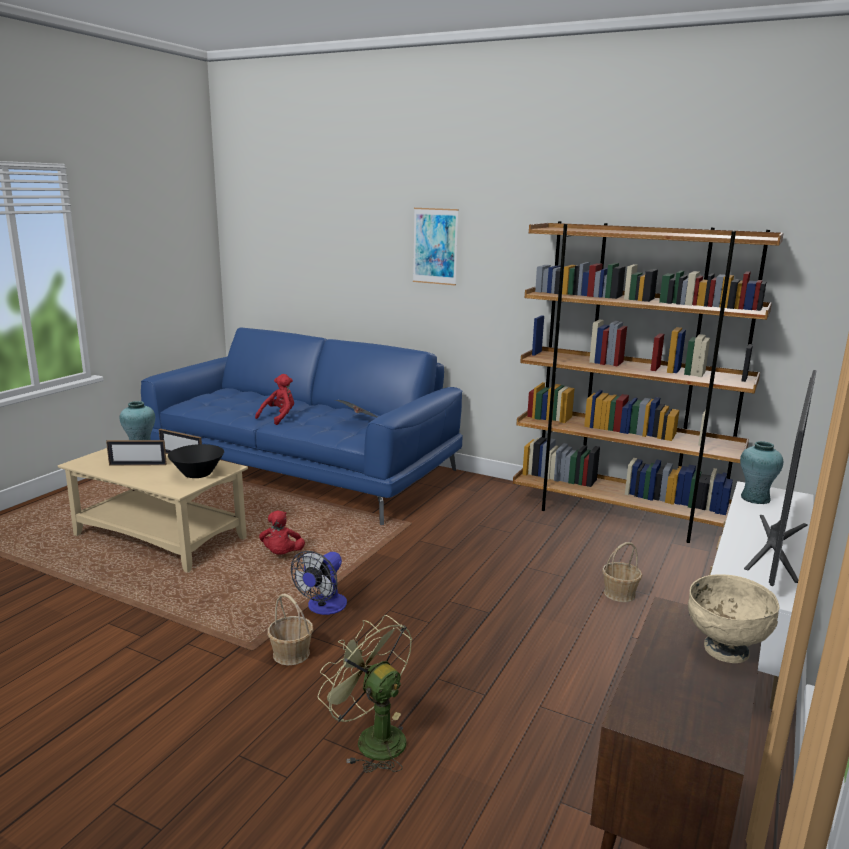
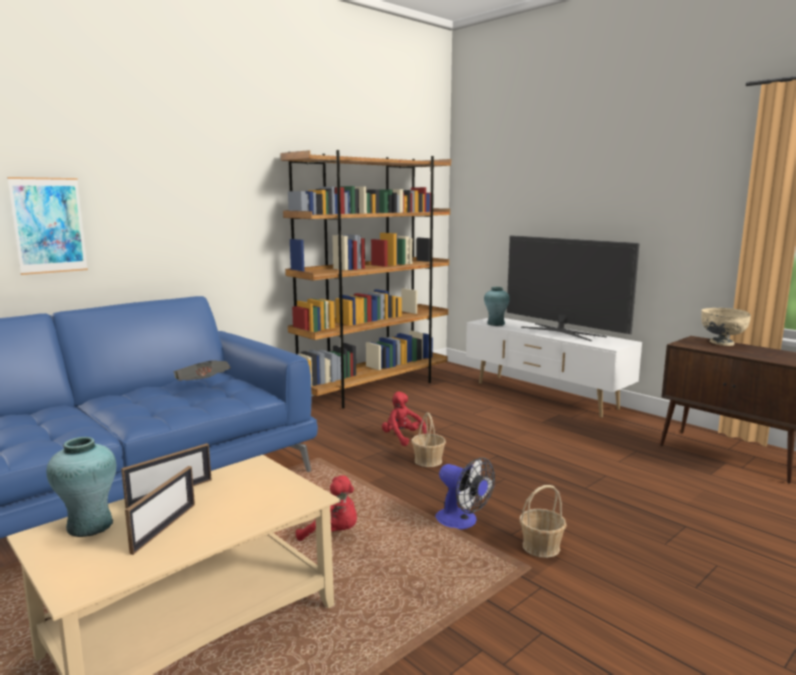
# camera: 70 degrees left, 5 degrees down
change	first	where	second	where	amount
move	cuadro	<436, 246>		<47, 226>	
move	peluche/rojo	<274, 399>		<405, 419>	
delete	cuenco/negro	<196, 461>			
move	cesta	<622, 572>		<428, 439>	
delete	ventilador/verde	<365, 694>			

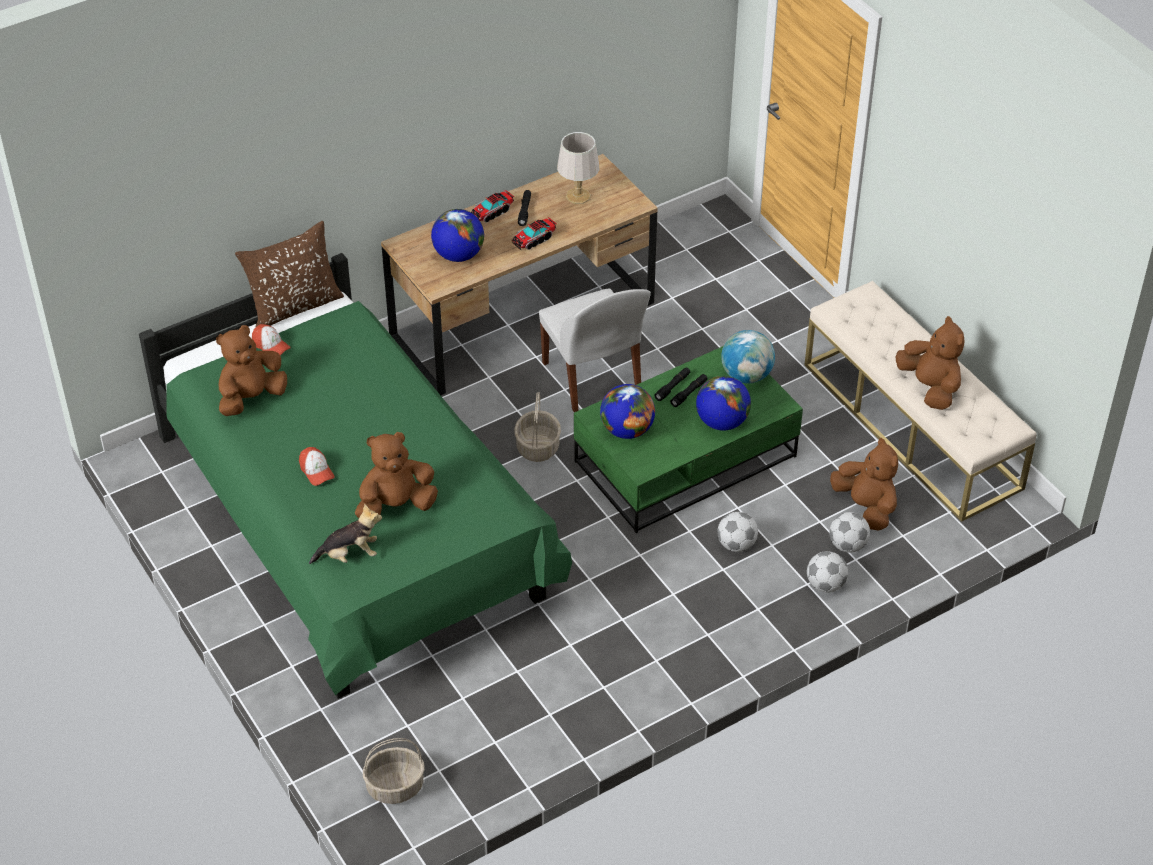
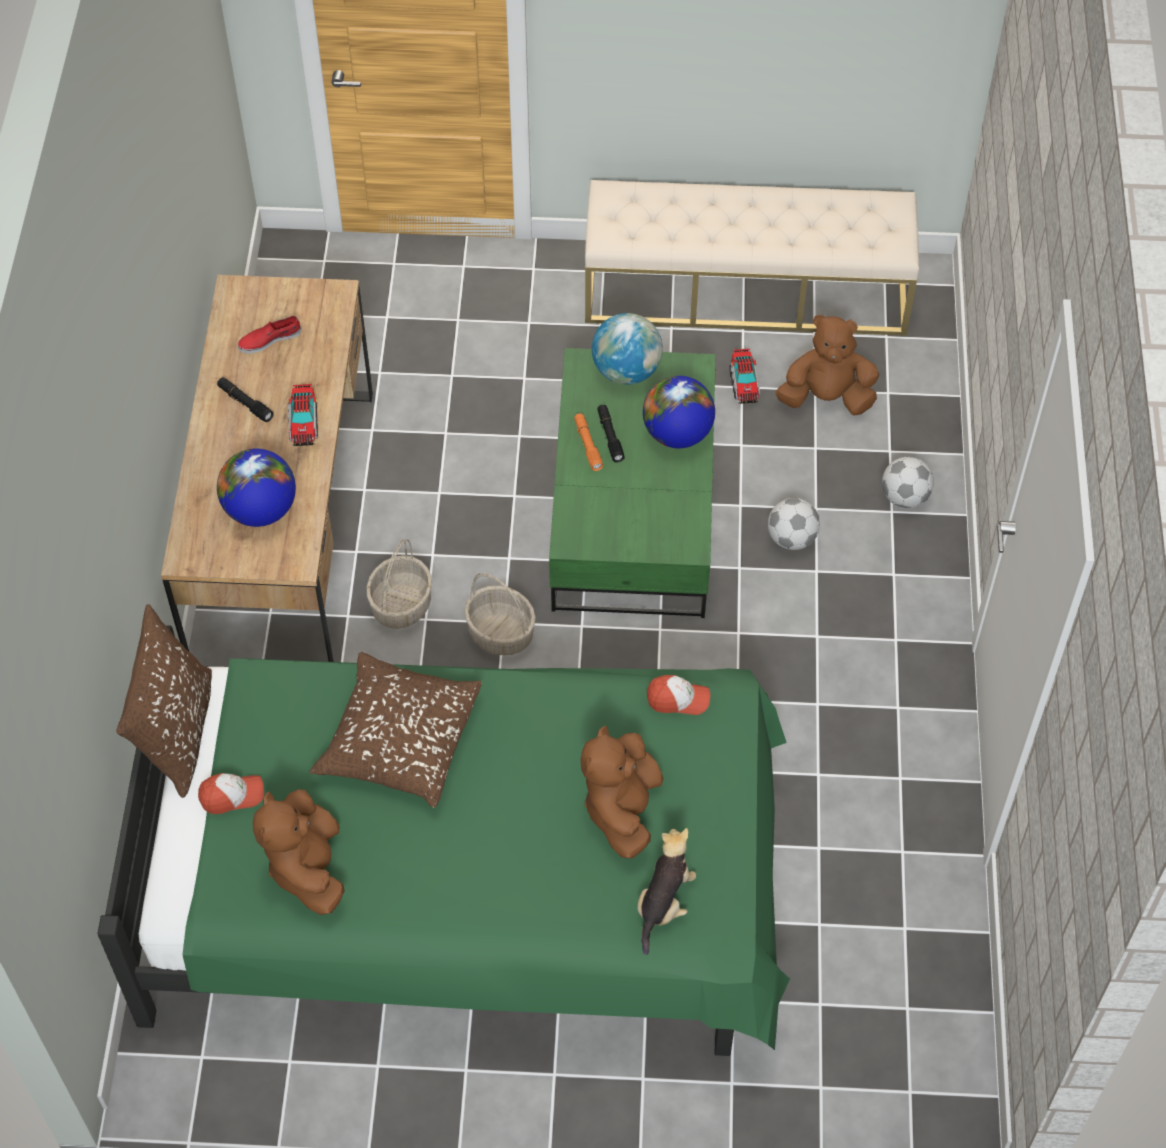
# camera: 55 degrees left, 10 degrees up
change	first	where	second	where	amount
replace	lámpara de mesa/gris	<578, 168>	zapato/rojo	<269, 334>	
move	camión de juguete	<492, 206>		<745, 376>	
delete	silla/blanco	<595, 350>			
delete	peluche/marrón	<930, 363>			
recolor	linterna/negro	<672, 384>	linterna/naranja	<588, 442>	
delete	globo terráqueo	<627, 411>			
move	gorra	<317, 466>		<678, 695>	
delete	balón de fútbol	<849, 532>			
move	cesta	<394, 771>		<399, 584>	
insert			cojín/marrón	<395, 730>	

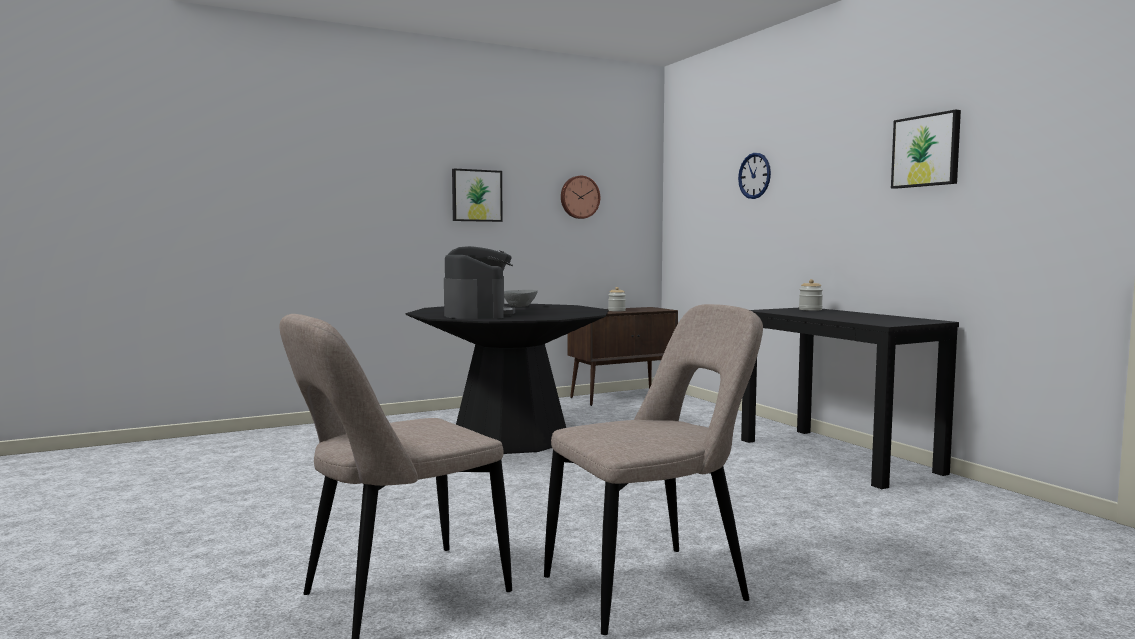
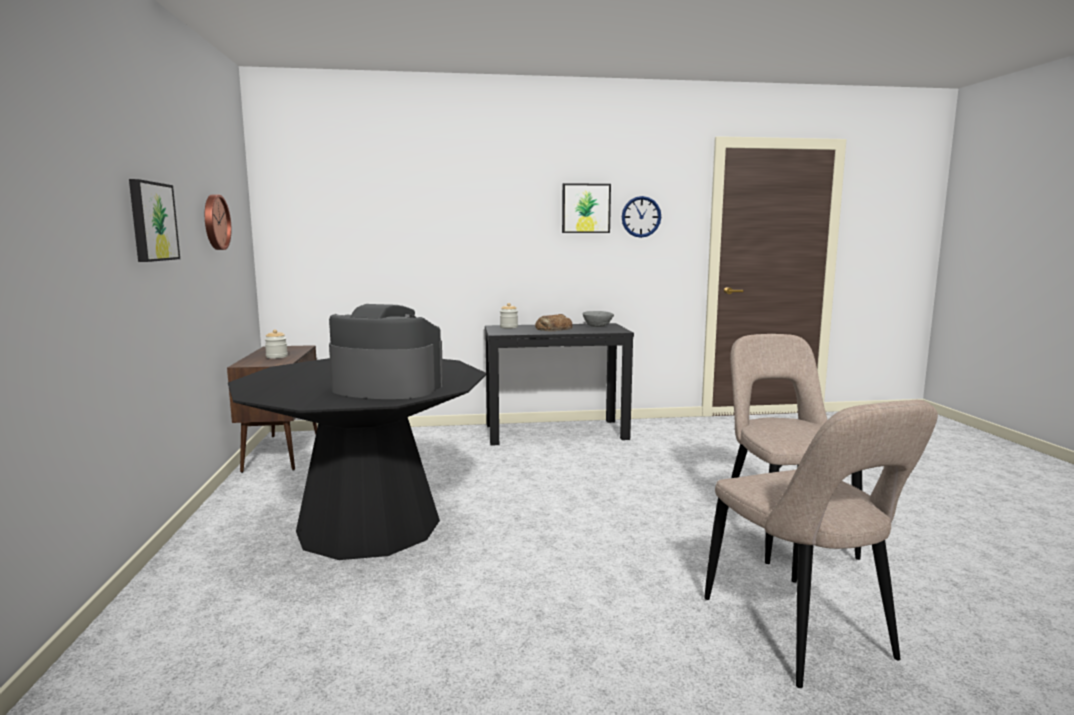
# camera: 70 degrees left, 5 degrees up
change	first	where	second	where	amount
move	reloj de pared	<754, 176>		<641, 217>	
move	cuenco/gris	<521, 298>		<598, 319>	
insert			pan	<553, 322>	

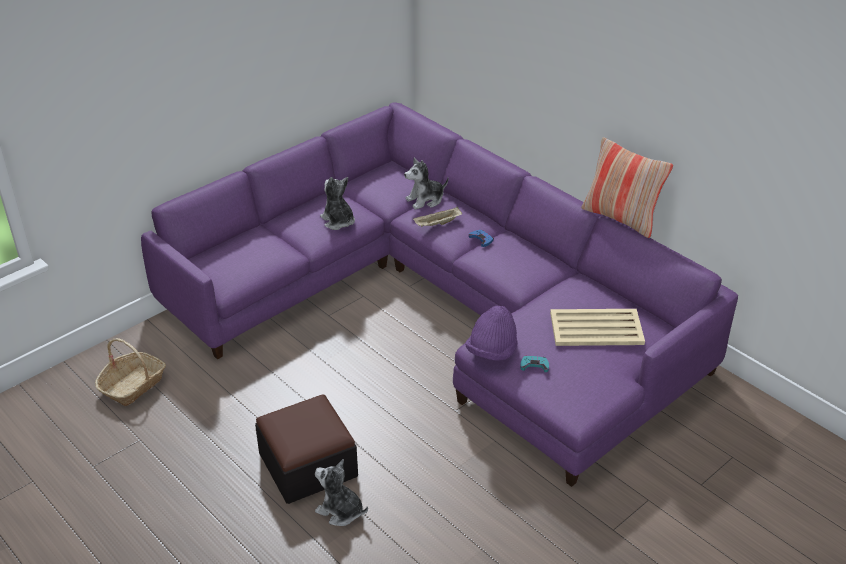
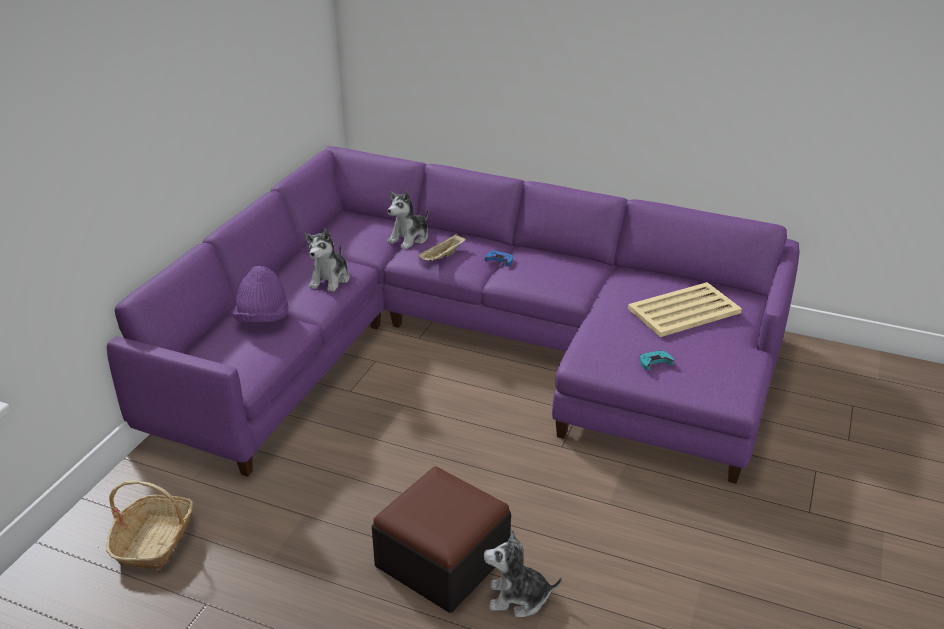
# camera: 25 degrees left, 5 degrees down
change	first	where	second	where	amount
delete	cojín	<627, 187>			
rotate	peluche	<337, 203>		<327, 260>	105 degrees counterclockwise
move	sombrero/morado	<491, 333>		<260, 294>	

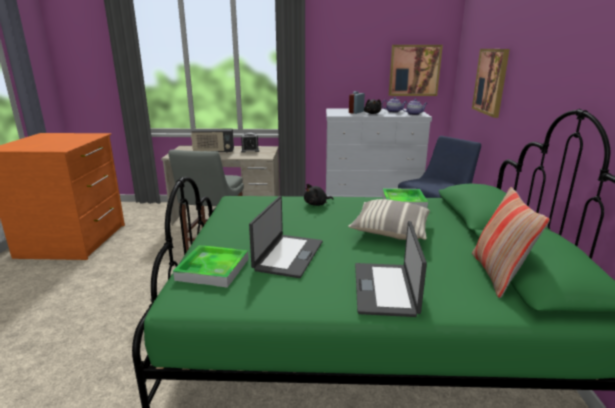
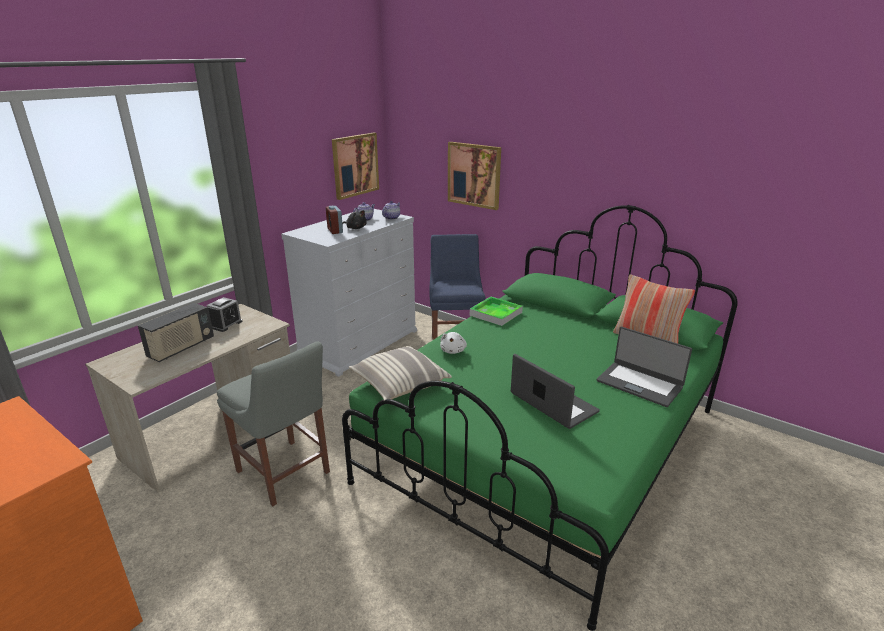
# camera: 55 degrees left, 5 degrees up
change	first	where	second	where	amount
recolor	peluche/negro	<318, 195>	peluche/blanco	<453, 343>	
move	cojín	<389, 219>		<400, 373>	
delete	bandeja	<211, 266>			

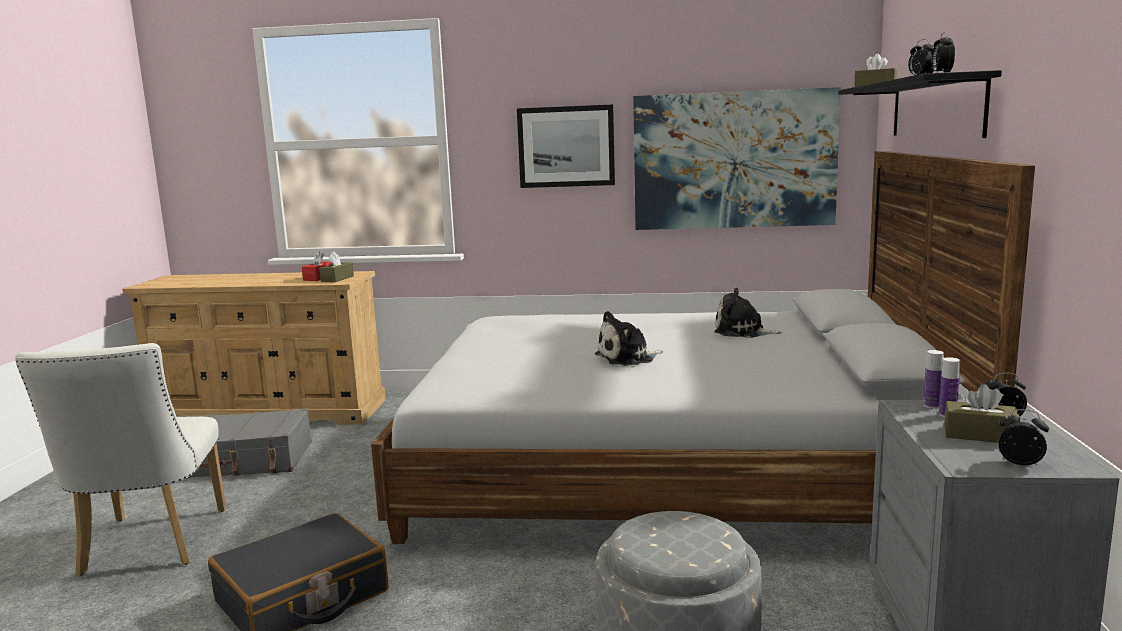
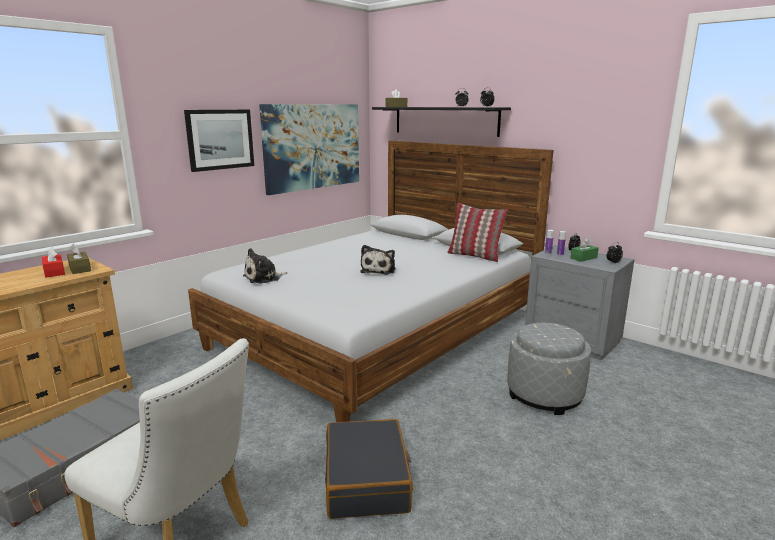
# camera: 55 degrees left, 5 degrees up
change	first	where	second	where	amount
move	peluche	<748, 313>		<265, 266>	
recolor	caja de pañuelos/marrón	<982, 413>	caja de pañuelos/verde	<585, 250>	
insert			cojín	<477, 232>	

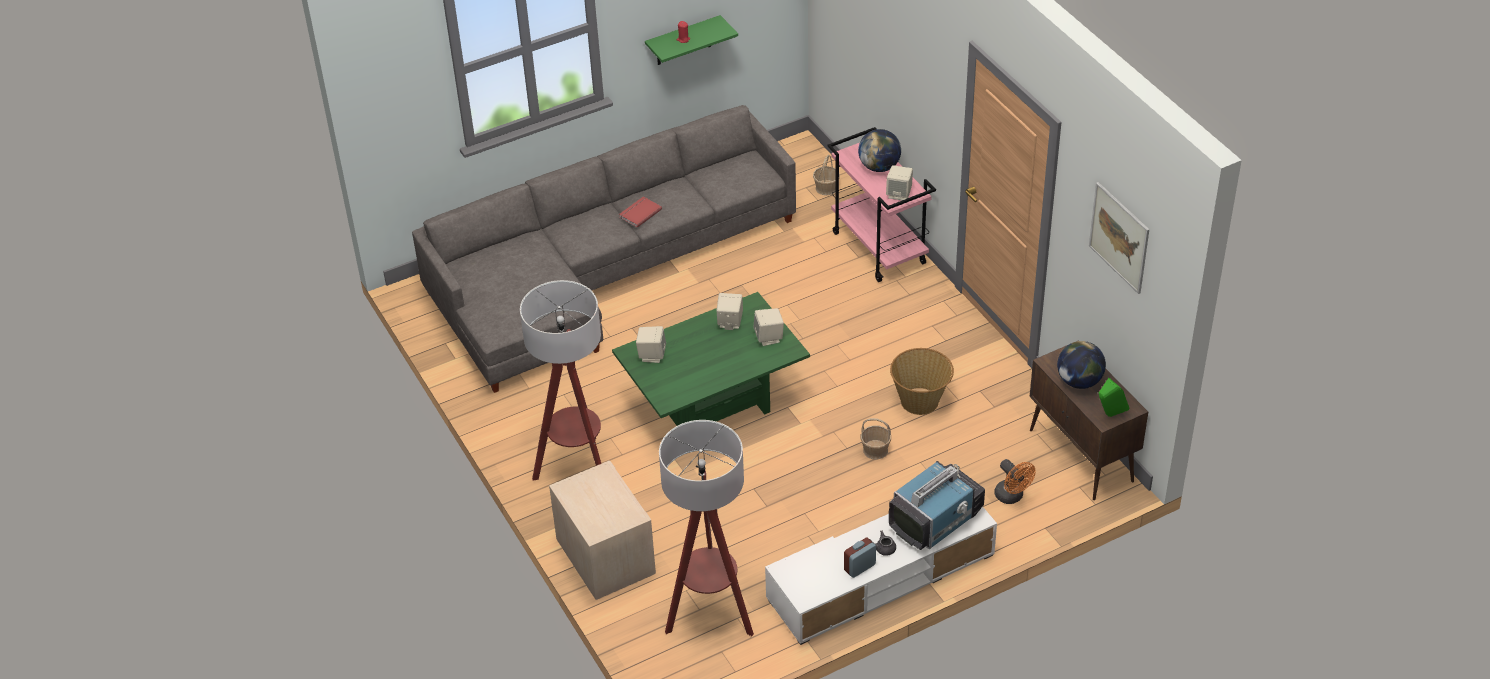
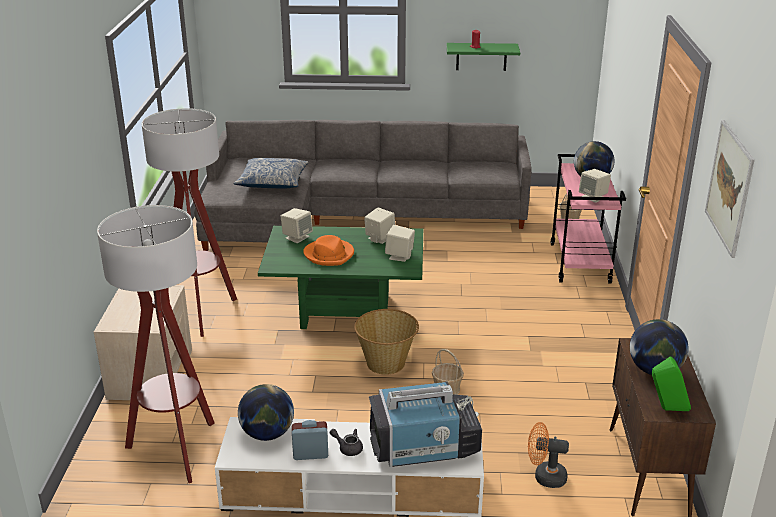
# camera: 30 degrees right, 15 degrees down
change	first	where	second	where	amount
delete	libro/rojo	<640, 212>			
move	cesta	<922, 381>		<386, 342>	
rotate	ventilador/naranja	<1015, 481>		<548, 455>	105 degrees clockwise
insert			cojín	<271, 173>	
insert			sombrero/naranja	<328, 250>	
insert			globo terráqueo	<266, 412>	

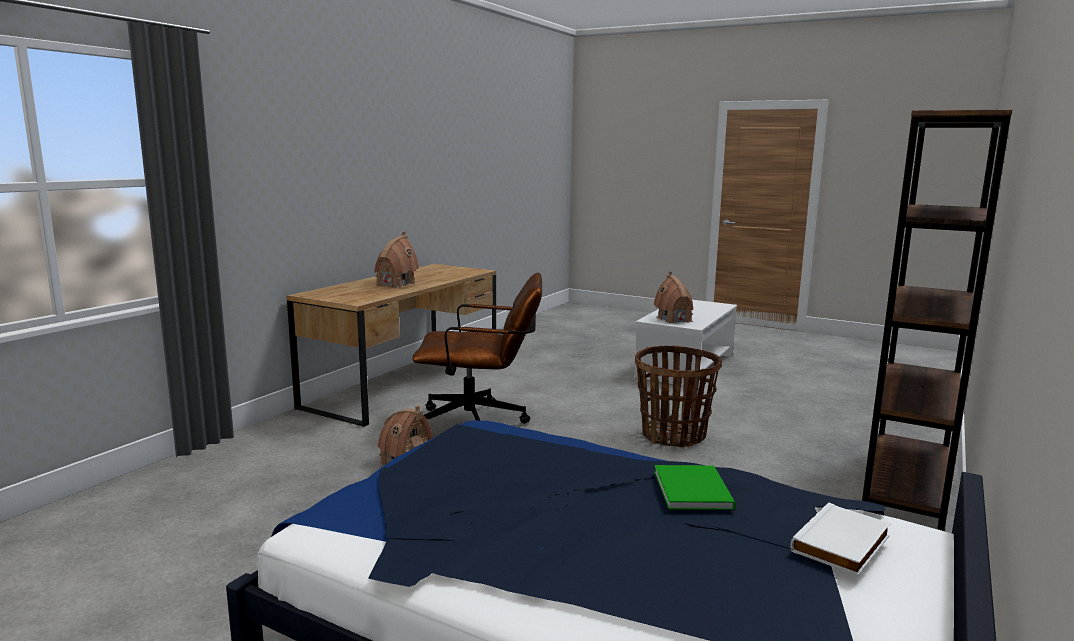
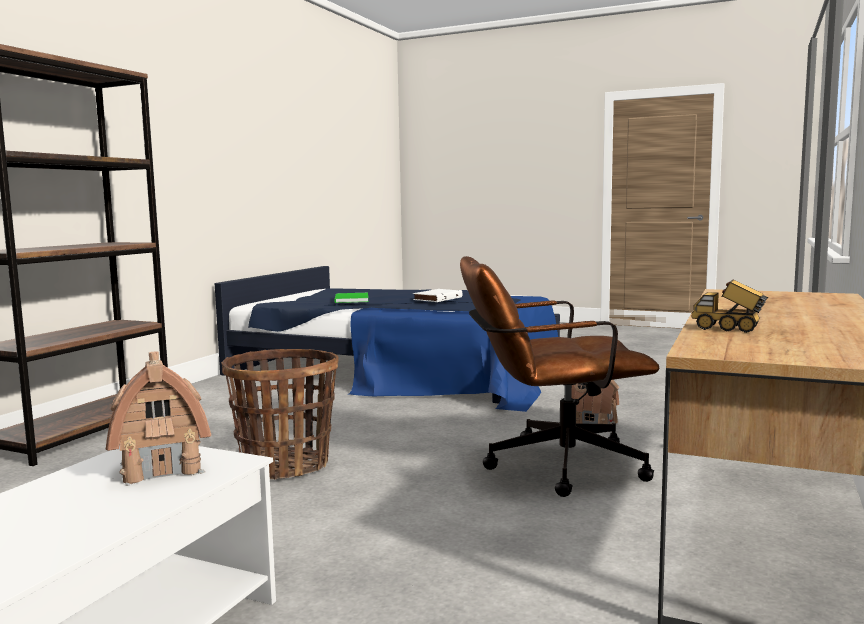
# camera: 175 degrees right, 5 degrees down
change	first	where	second	where	amount
delete	casita	<396, 259>			
move	libro/blanco	<840, 539>		<437, 295>	
insert			camión de juguete	<730, 306>	

